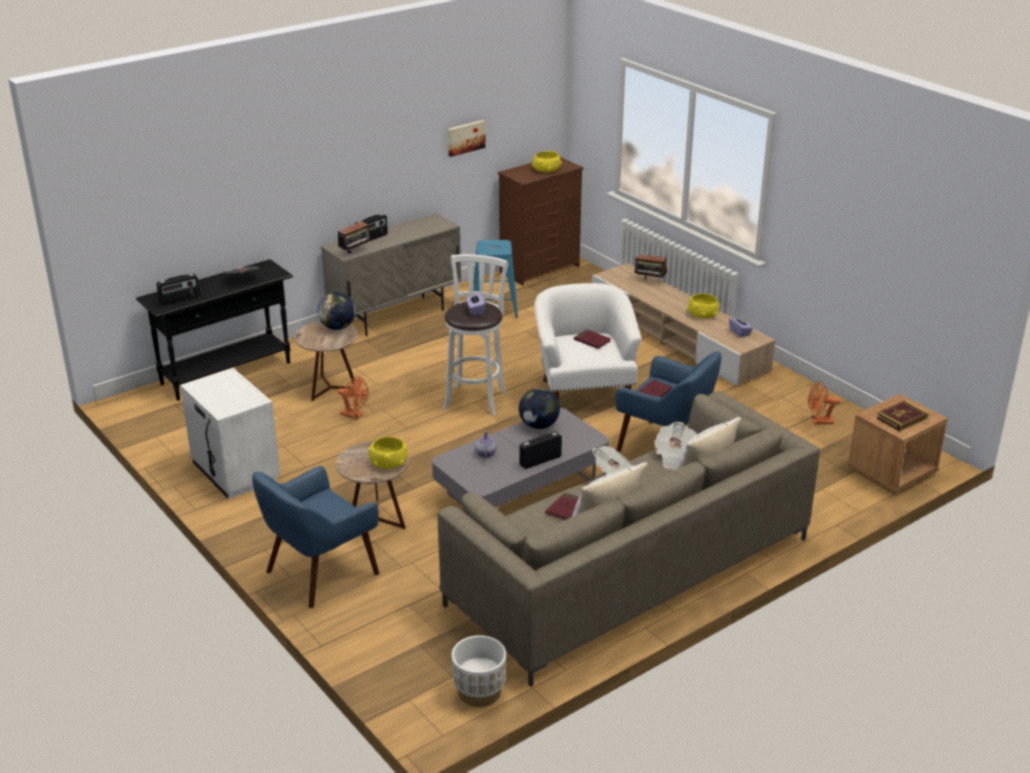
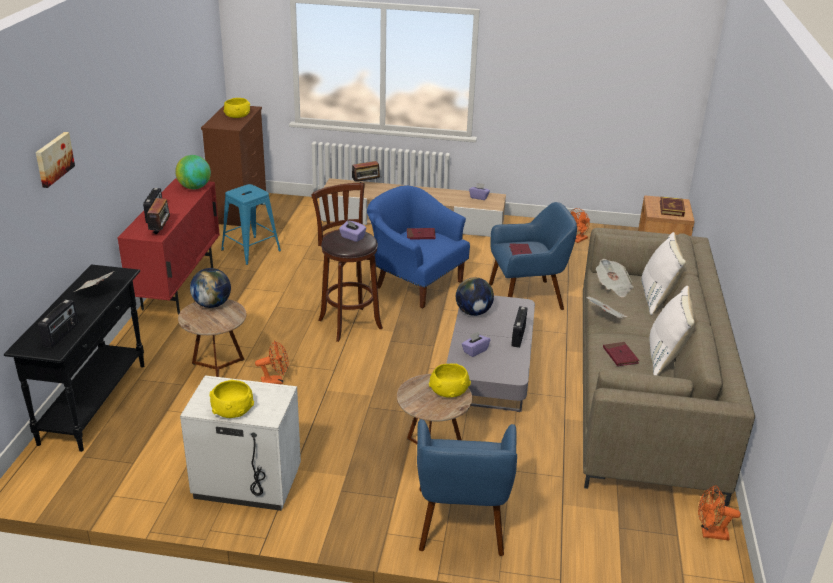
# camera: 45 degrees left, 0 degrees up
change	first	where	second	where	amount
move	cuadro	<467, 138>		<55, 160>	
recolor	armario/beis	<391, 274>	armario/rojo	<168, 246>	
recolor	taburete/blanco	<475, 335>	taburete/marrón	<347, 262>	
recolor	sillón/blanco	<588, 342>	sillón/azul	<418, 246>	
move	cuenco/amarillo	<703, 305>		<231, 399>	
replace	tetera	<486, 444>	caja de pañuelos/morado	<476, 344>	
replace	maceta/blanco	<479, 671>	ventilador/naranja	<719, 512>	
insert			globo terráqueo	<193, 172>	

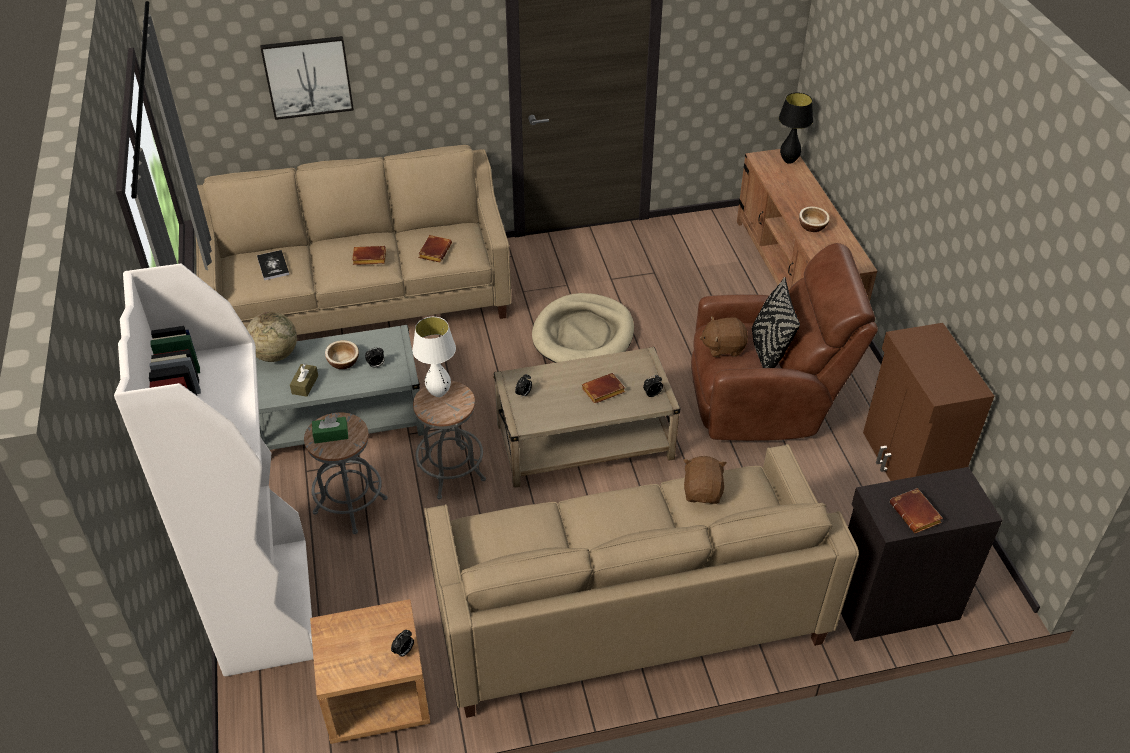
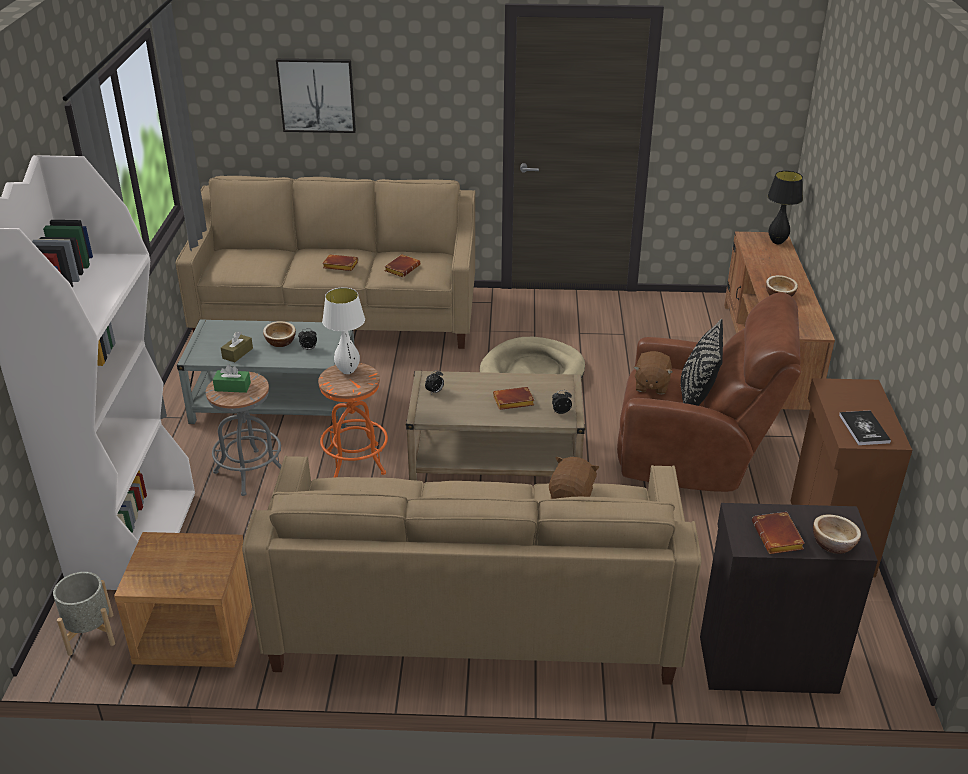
# camera: 15 degrees right, 10 degrees down
change	first	where	second	where	amount
move	libro	<273, 265>		<865, 427>	
delete	globo terráqueo	<272, 337>			
rotate	peluche/marrón	<724, 336>		<653, 372>	90 degrees counterclockwise
recolor	taburete/gris	<449, 440>	taburete/naranja	<353, 420>	
delete	despertador	<402, 644>			
insert			cuenco	<837, 534>	
insert			maceta/gris	<84, 614>	

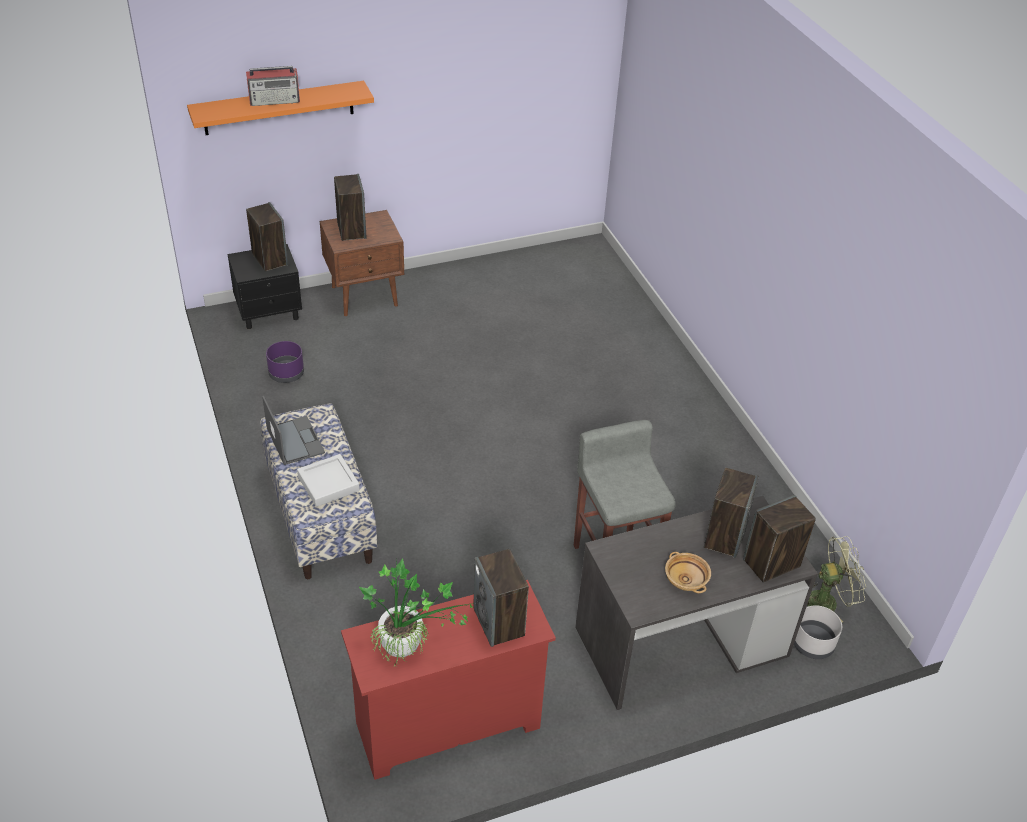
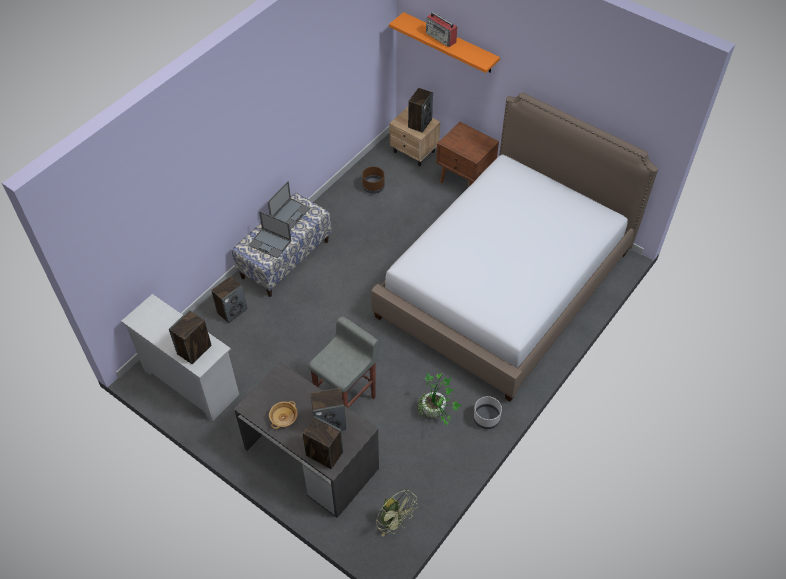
# camera: 60 degrees right, 10 degrees up
change	first	where	second	where	amount
move	altavoz	<350, 207>		<229, 299>	
recolor	mesita de noche/negro	<264, 286>	mesita de noche/beis	<415, 136>	
recolor	maceta/morado	<285, 362>	maceta/marrón	<373, 180>	
replace	bandeja/gris	<328, 480>	portátil	<270, 234>	
move	planta en maceta	<416, 612>		<439, 399>	
recolor	cómoda/rojo	<448, 680>	cómoda/blanco	<180, 357>	
move	maceta/gris	<818, 632>		<487, 412>	
insert			cama	<514, 247>	

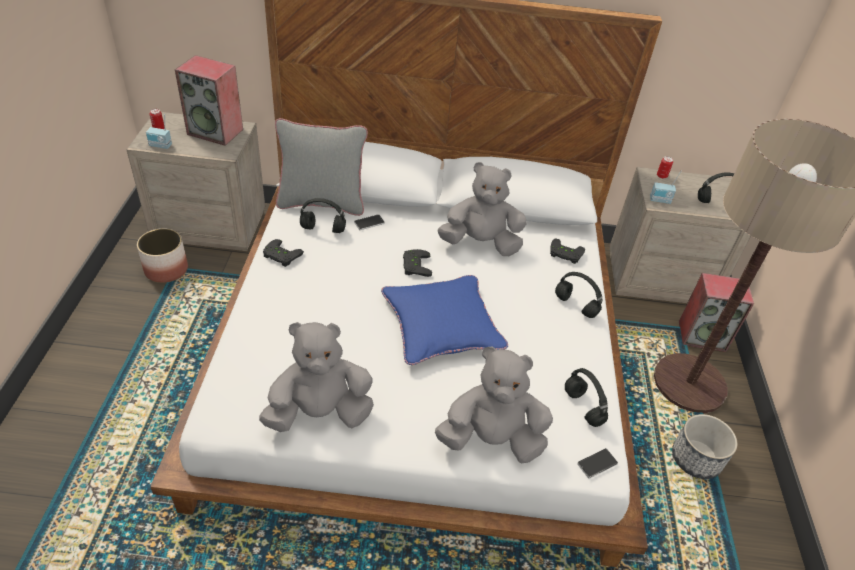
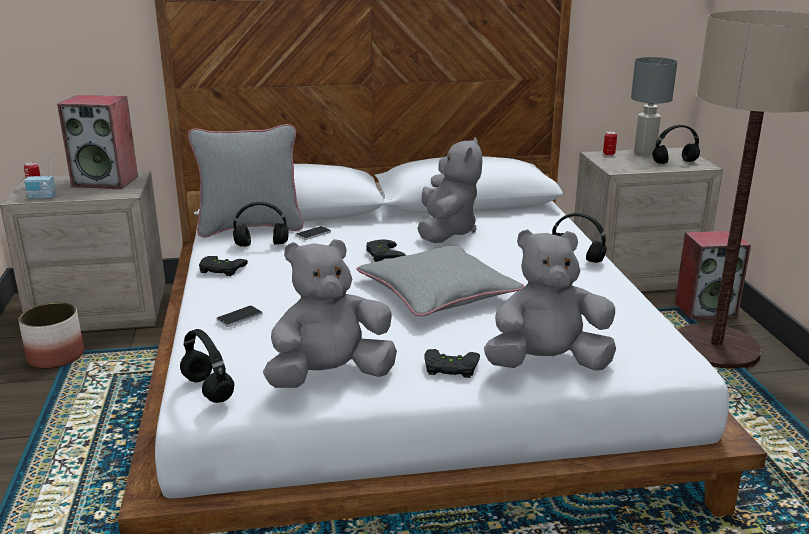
# camera: 10 degrees left, 20 degrees down
change	first	where	second	where	amount
rotate	peluche/gris	<482, 209>		<449, 190>	105 degrees clockwise
delete	radio	<666, 187>			
move	mando de consola/negro	<567, 251>		<452, 363>	
recolor	cojín/azul	<444, 320>	cojín/gris	<440, 280>	
move	auriculares/negro	<586, 397>		<207, 366>	
delete	maceta	<705, 446>			
move	móvil	<597, 463>		<239, 316>	
insert			lámpara de mesa/gris	<654, 106>	

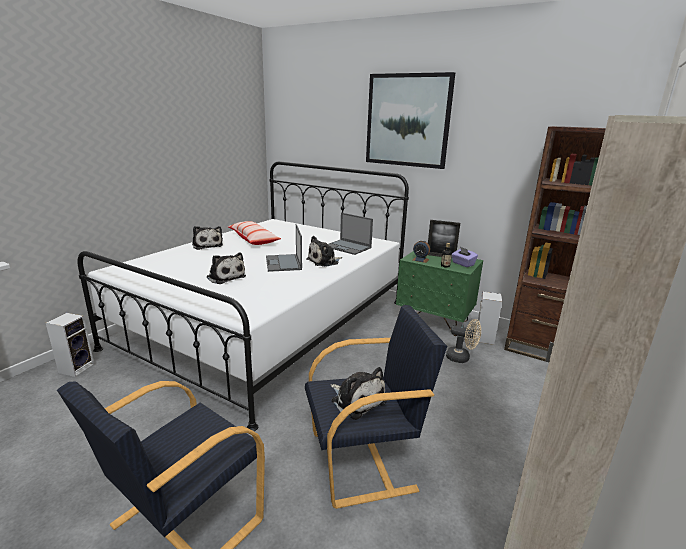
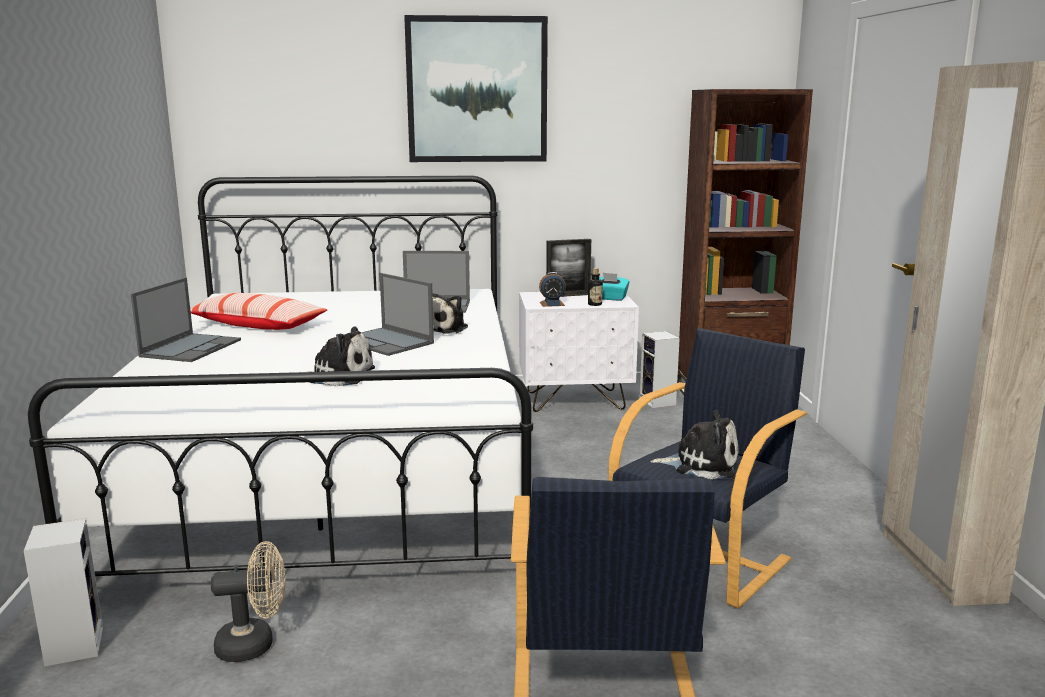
# camera: 35 degrees left, 5 degrees down
change	first	where	second	where	amount
replace	peluche	<207, 238>	portátil	<186, 320>	
recolor	caja de pañuelos/morado	<465, 257>	caja de pañuelos/turquesa	<614, 287>	
recolor	mesita de noche/verde	<439, 293>	mesita de noche/blanco	<579, 352>	
move	ventilador/beis	<463, 341>		<248, 601>	

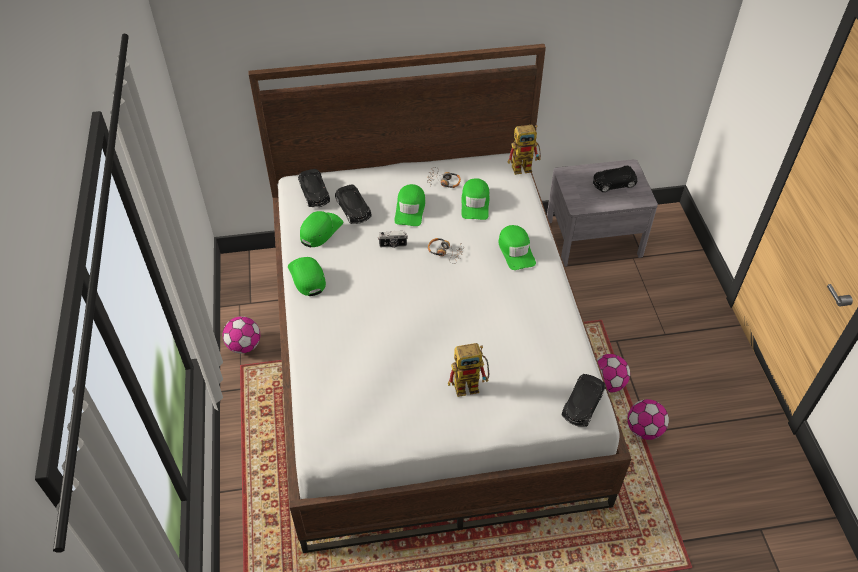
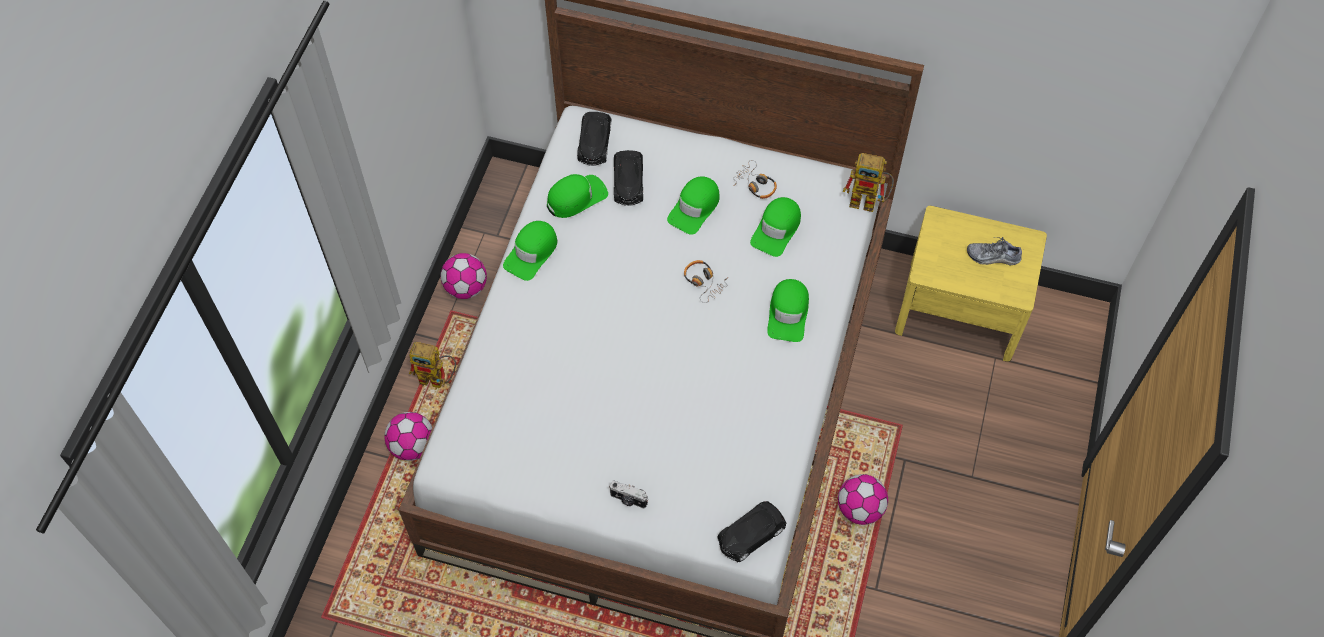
# camera: 25 degrees right, 10 degrees up
change	first	where	second	where	amount
recolor	mesita de noche/gris	<602, 213>	mesita de noche/amarillo	<971, 284>	
replace	coche de juguete/negro	<615, 178>	zapato	<994, 251>	
move	cámara	<393, 239>		<628, 494>	
rotate	gorra/verde	<307, 276>		<530, 251>	150 degrees counterclockwise
move	robot de juguete	<468, 370>		<432, 366>	
move	balón de fútbol	<648, 419>		<408, 436>	

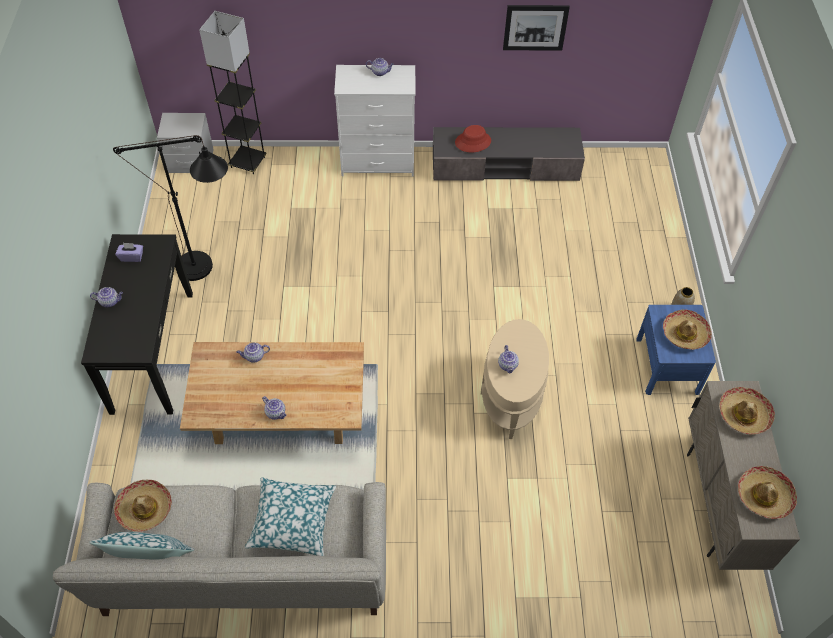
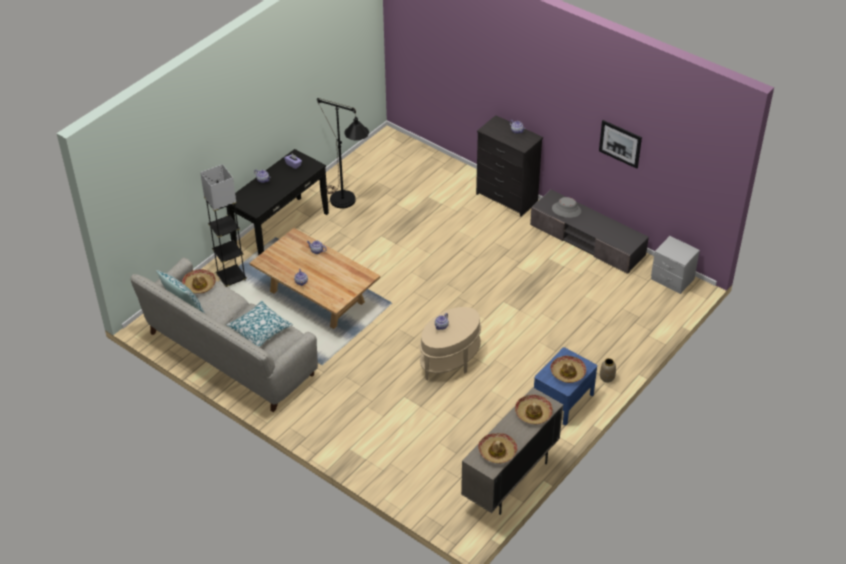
# camera: 40 degrees right, 10 degrees down
change	first	where	second	where	amount
move	lámpara de pie/gris	<232, 92>		<223, 225>	
recolor	cómoda/blanco	<375, 121>	cómoda/negro	<509, 166>	
move	mesita de noche/gris	<185, 143>		<675, 265>	
recolor	sombrero/rojo	<473, 138>	sombrero/gris	<566, 207>	

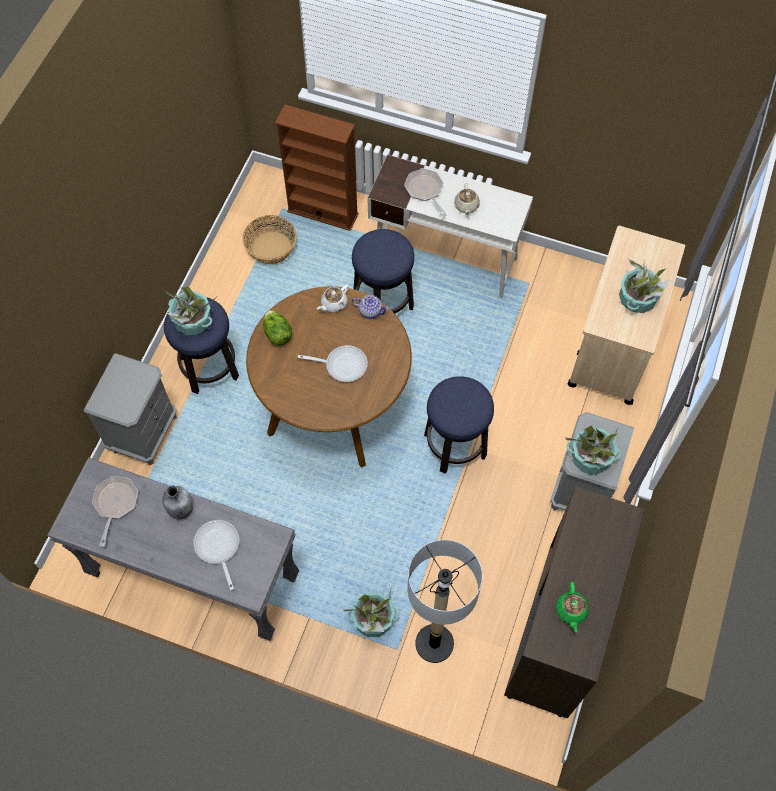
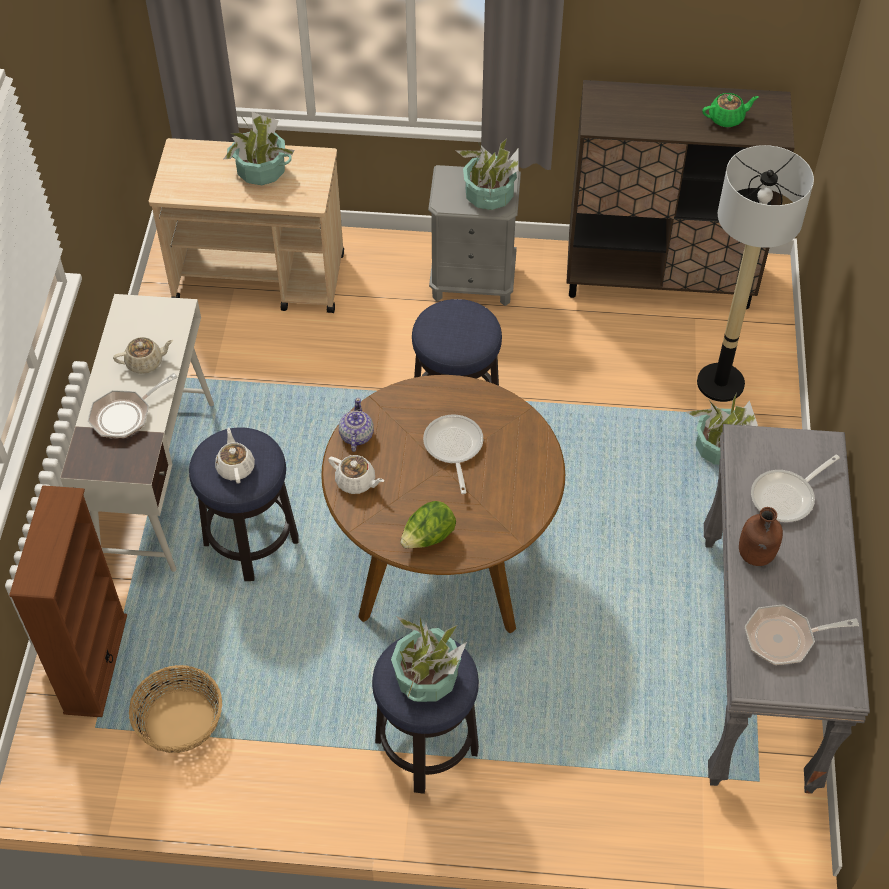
# camera: 105 degrees left, 10 degrees down
change	first	where	second	where	amount
delete	mesita de noche/gris	<130, 409>			
recolor	botella/gris	<177, 502>	botella/marrón	<761, 536>	
insert			tetera/blanco	<235, 455>	

